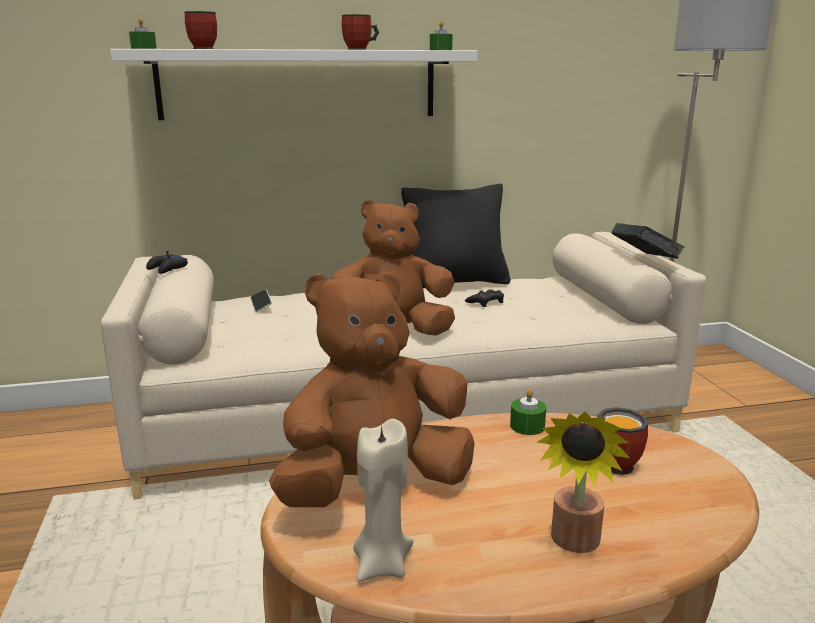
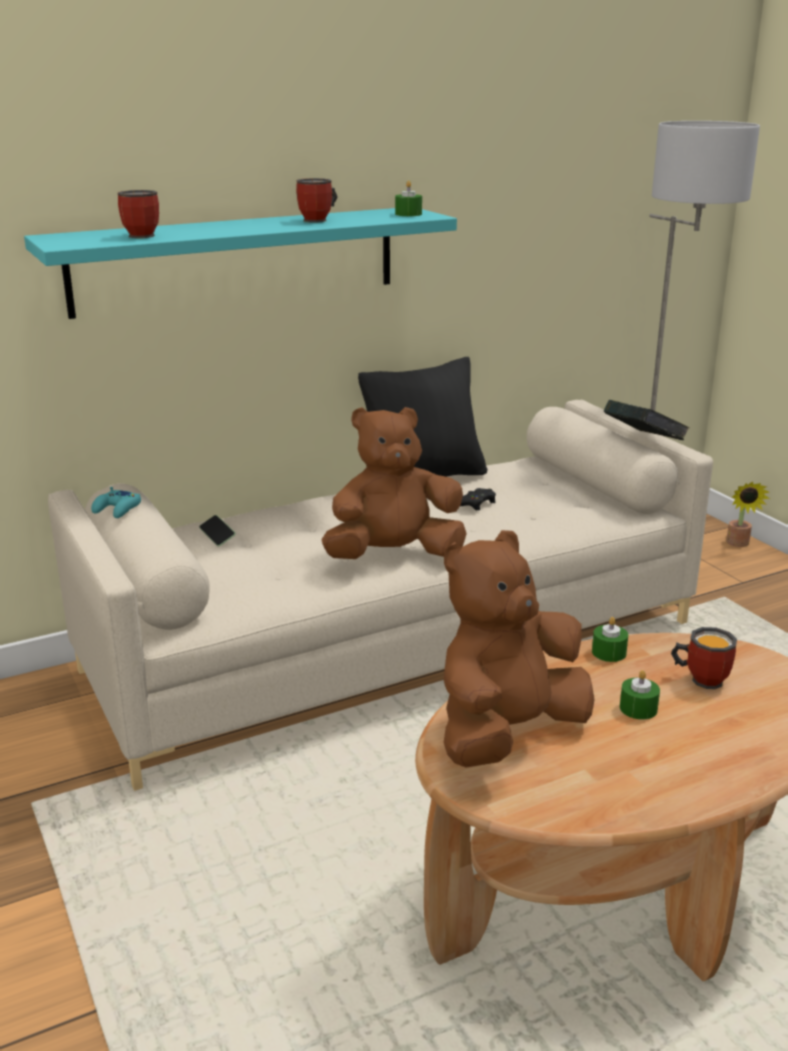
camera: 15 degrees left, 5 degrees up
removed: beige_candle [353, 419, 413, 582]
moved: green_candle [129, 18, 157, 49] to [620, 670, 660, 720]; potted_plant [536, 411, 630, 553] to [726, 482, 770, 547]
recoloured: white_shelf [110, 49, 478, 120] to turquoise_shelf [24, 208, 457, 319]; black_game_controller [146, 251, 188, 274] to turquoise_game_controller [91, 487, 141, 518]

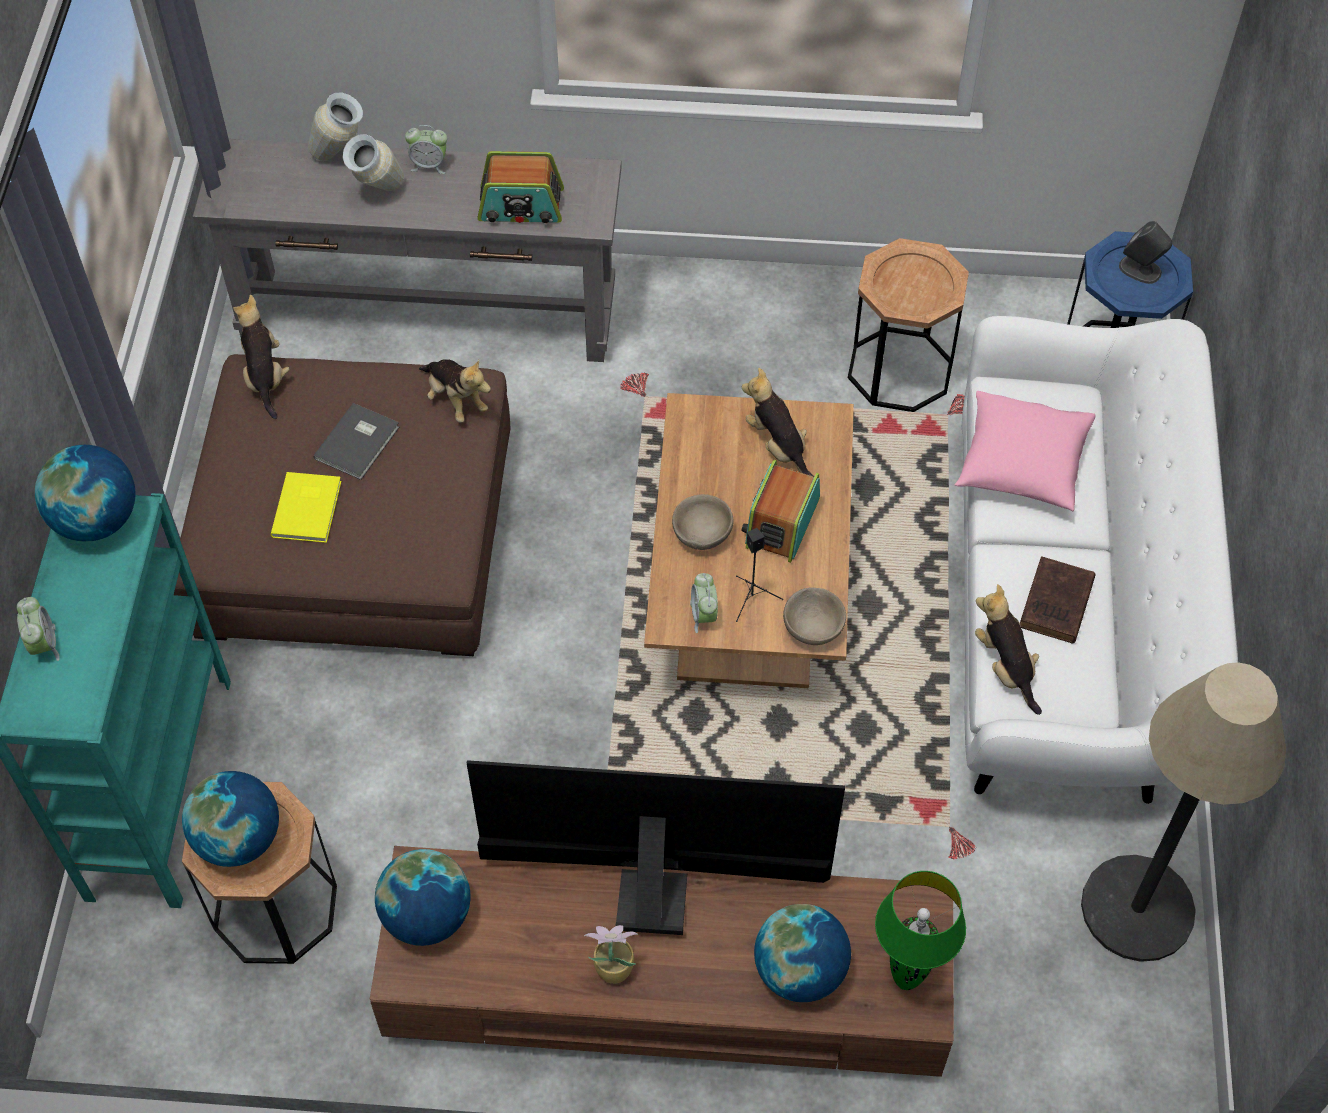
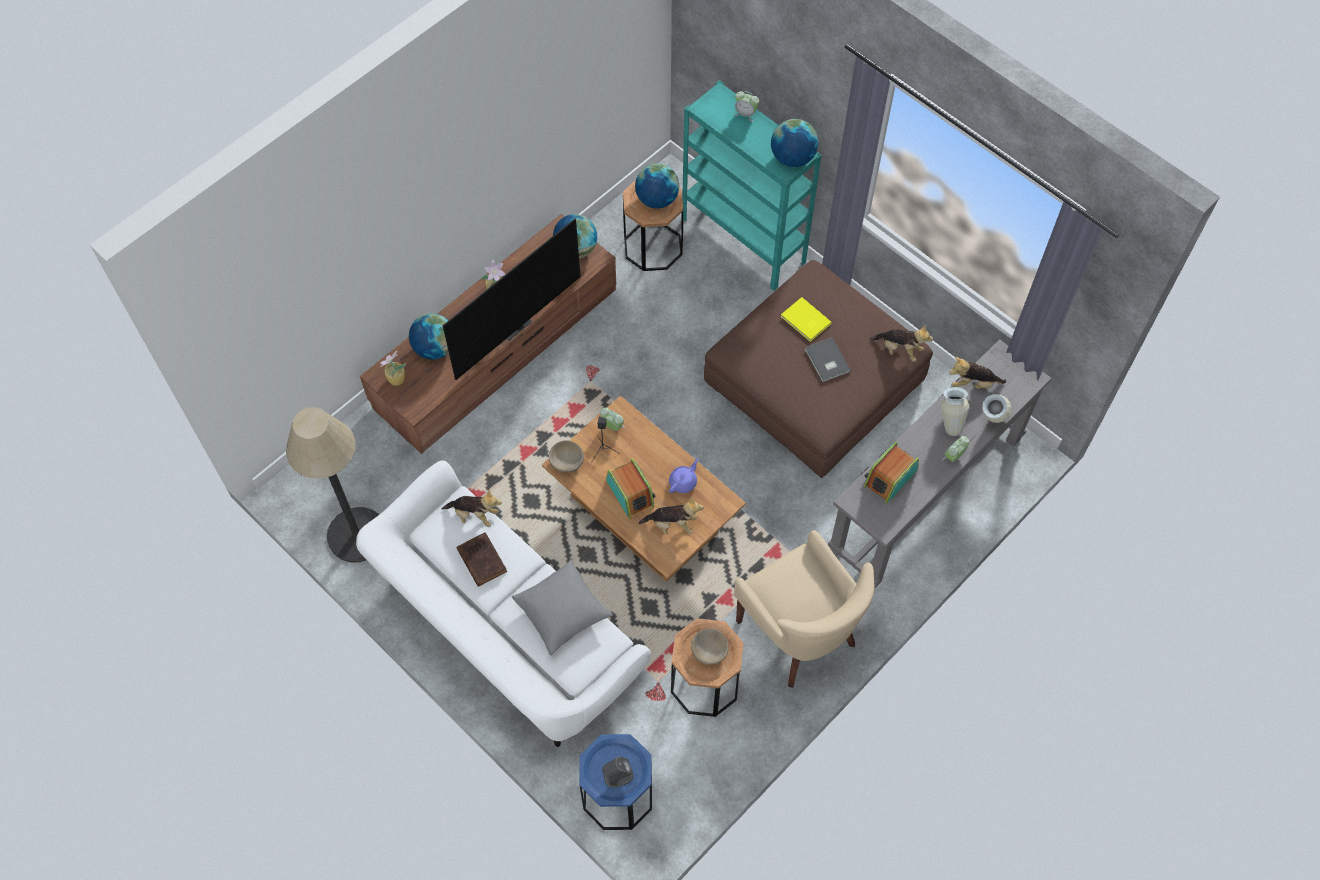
camera: 130 degrees right, 5 degrees up
added: purple_teapot [669, 459, 699, 493]; beige_armchair [734, 530, 874, 688]
moved: plush_toy [419, 359, 491, 422] to [949, 357, 1006, 389]; beige_bowl [672, 494, 734, 550] to [691, 628, 729, 665]
replaced: green_table_lamp [875, 871, 966, 990] to potted_plant [380, 351, 406, 386]
recoloured: pink_pillow [955, 391, 1096, 511] to grey_pillow [512, 559, 613, 656]

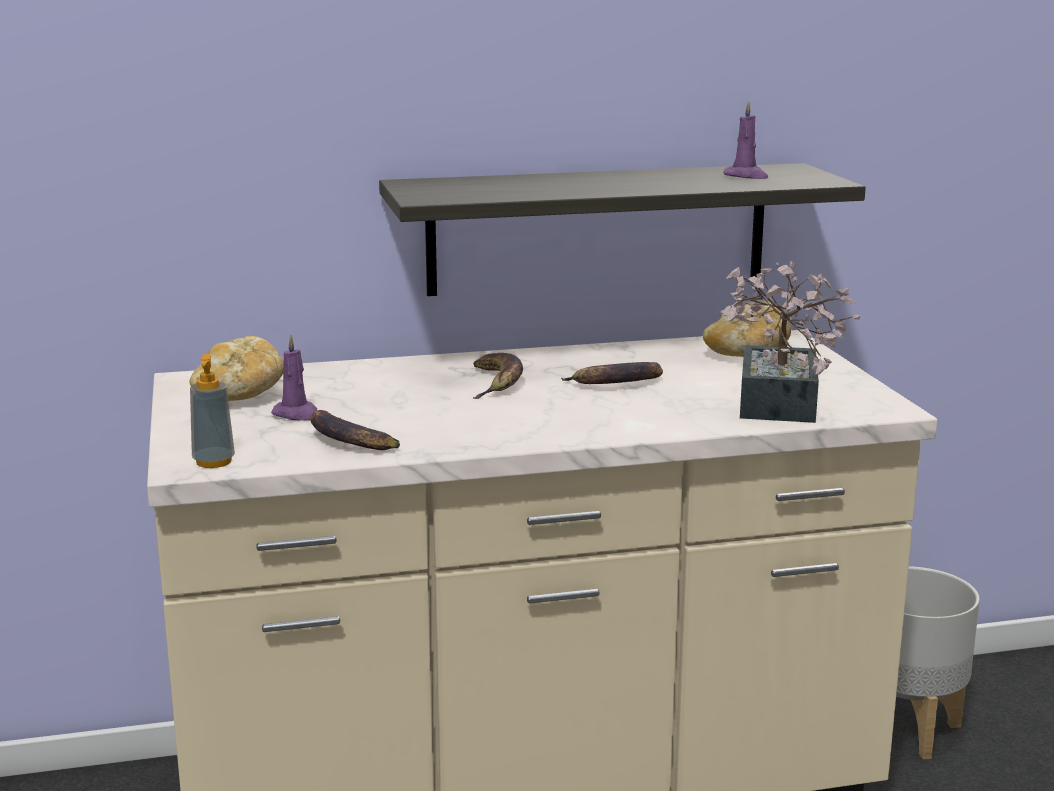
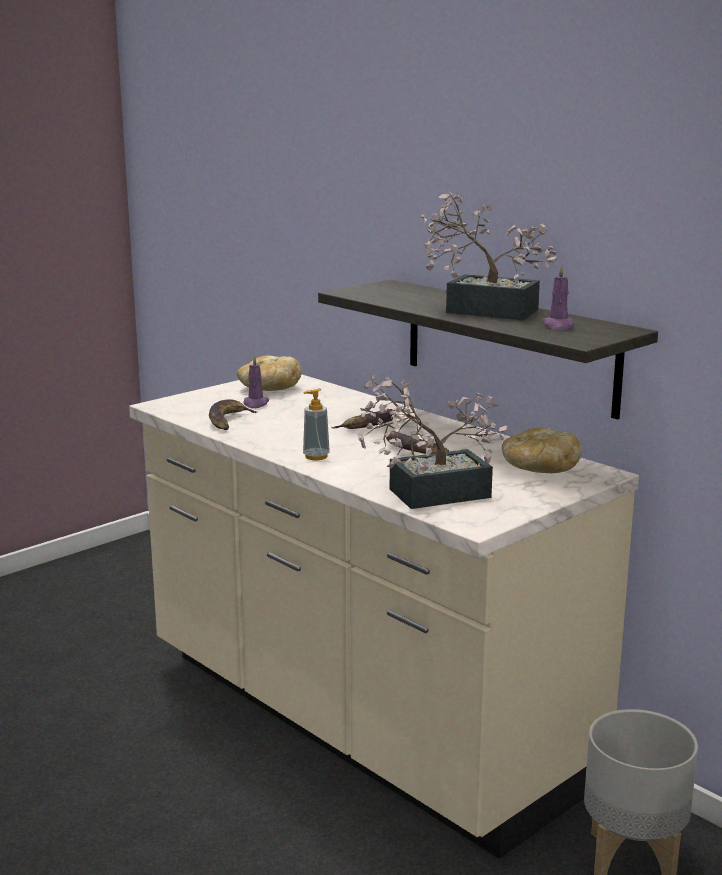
camera: 60 degrees right, 0 degrees up
added: potted_plant [421, 192, 558, 320]
moved: soap_dispenser [190, 354, 235, 468] to [303, 388, 330, 460]

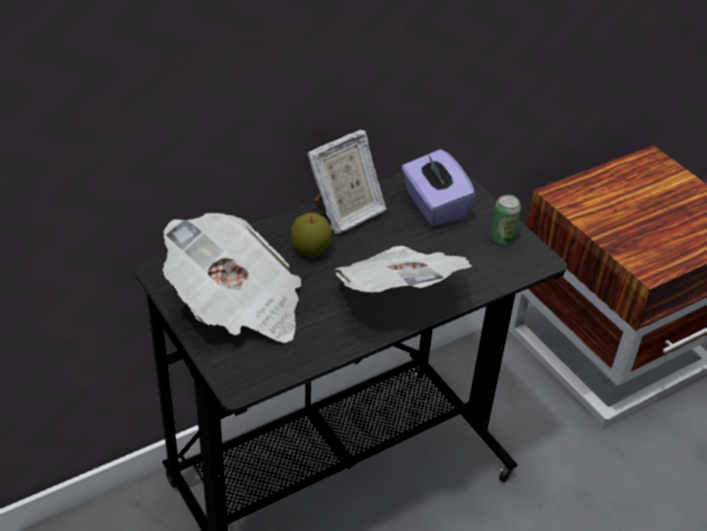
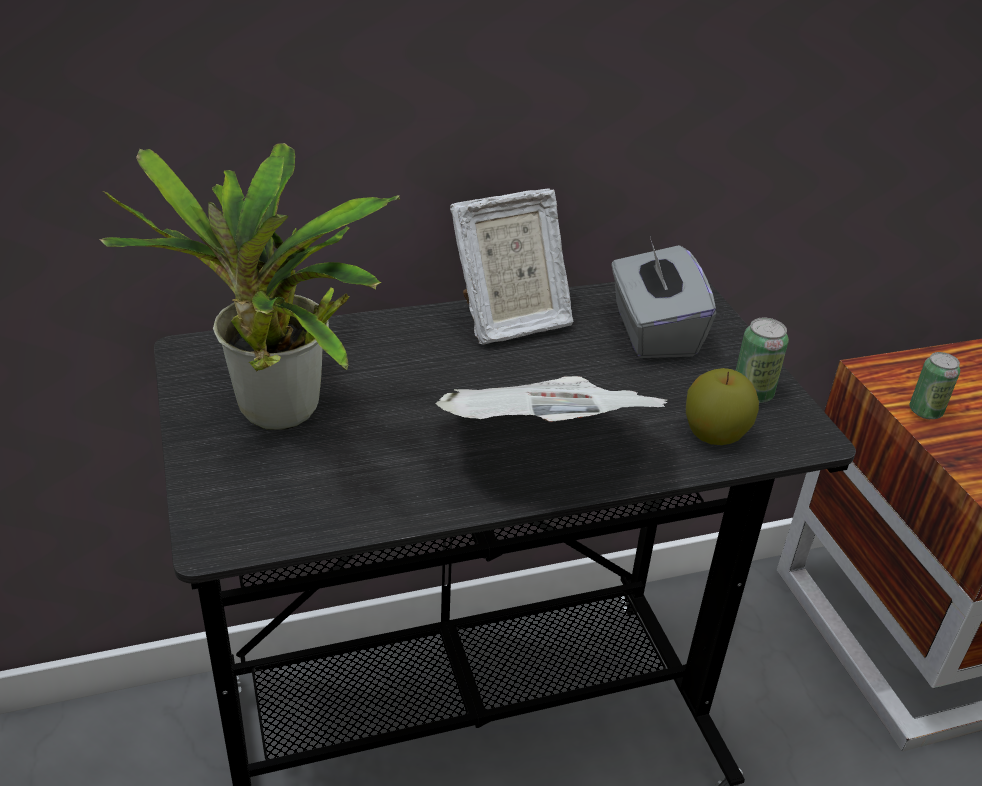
camera: 15 degrees right, 5 degrees down
added: can [909, 352, 960, 419]
moved: apple [291, 213, 332, 257] to [686, 368, 759, 445]
replaced: newspaper [163, 213, 301, 343] to potted_plant [99, 143, 400, 430]
recoloured: purple_tissue_box [402, 149, 475, 226] to grey_tissue_box [611, 237, 716, 358]

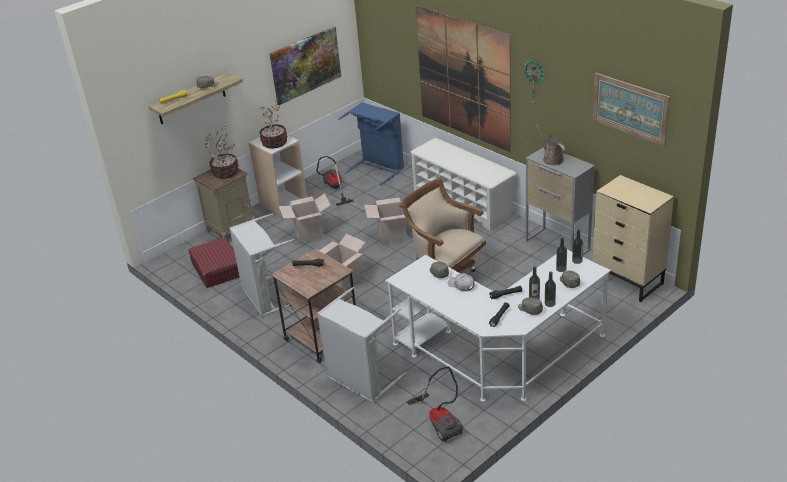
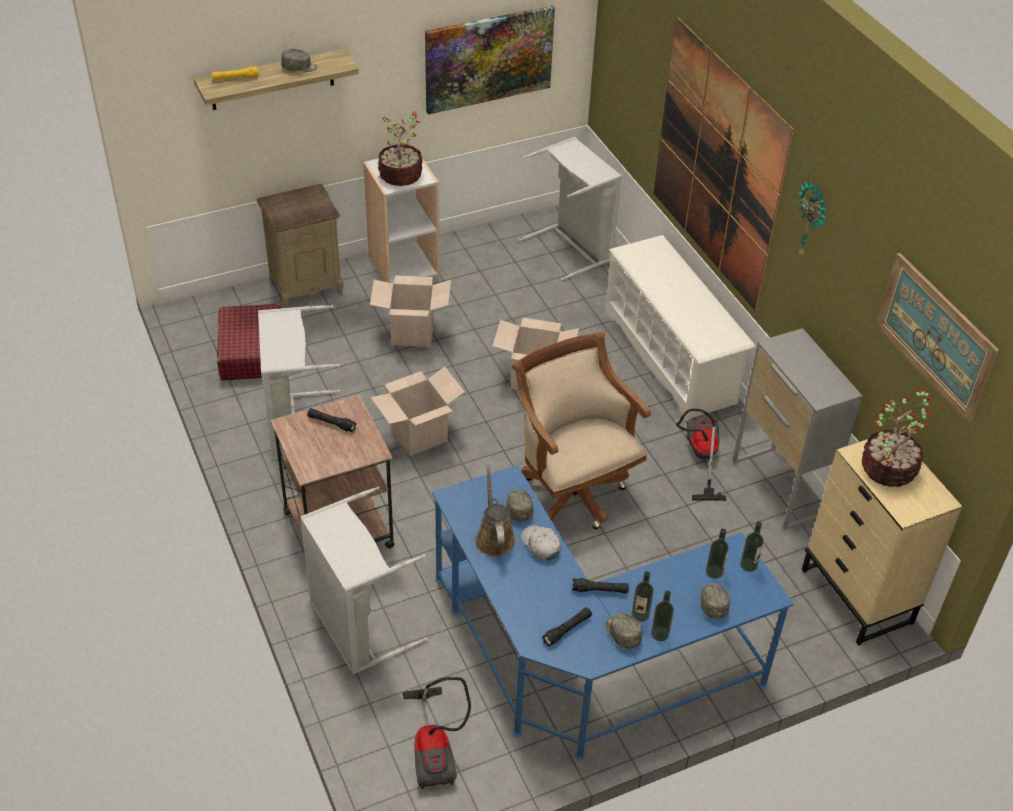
camera: 15 degrees right, 10 degrees up
moved: potted_plant [205, 126, 239, 179] to [861, 389, 931, 487]; vacuum_cleaner [316, 156, 354, 206] to [676, 408, 727, 501]; brown_watering_can [536, 124, 565, 165] to [475, 465, 515, 557]
recoloured: blue_laundry_basket [338, 102, 404, 185] to grey_laundry_basket [519, 137, 622, 281]; white_desk [385, 250, 611, 402] to blue_desk [432, 465, 794, 761]

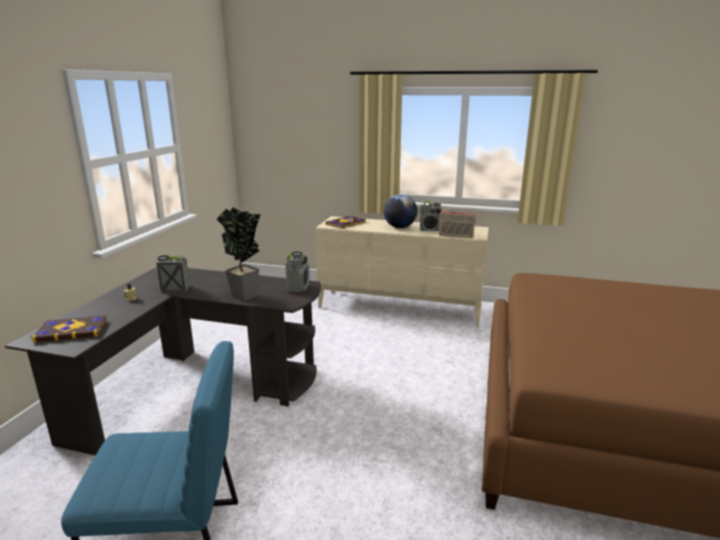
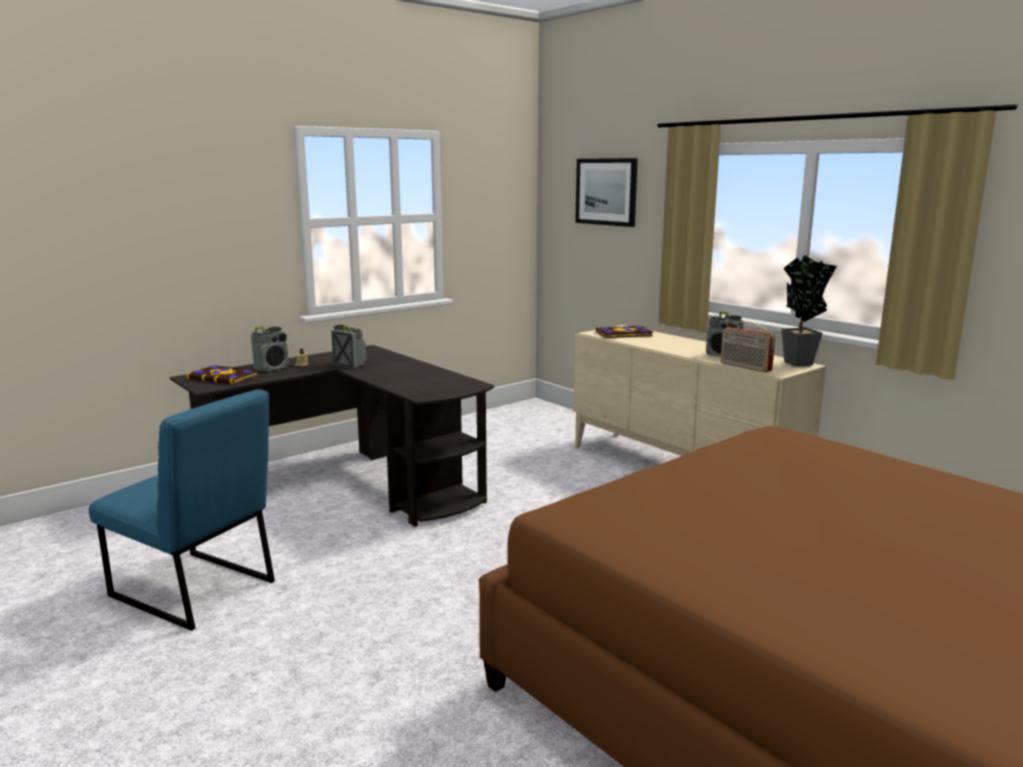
camera: 35 degrees right, 5 degrees down
removed: globe [384, 194, 417, 228]
added: picture [575, 158, 638, 227]
moved: potted_plant [217, 207, 261, 301] to [781, 255, 837, 367]; radio [285, 251, 310, 292] to [251, 326, 289, 372]

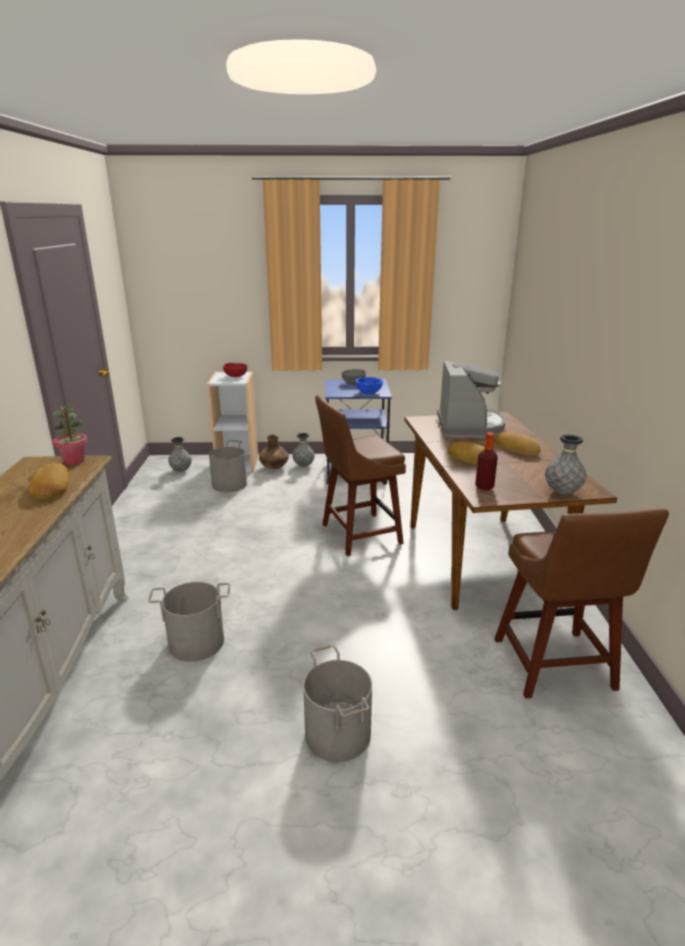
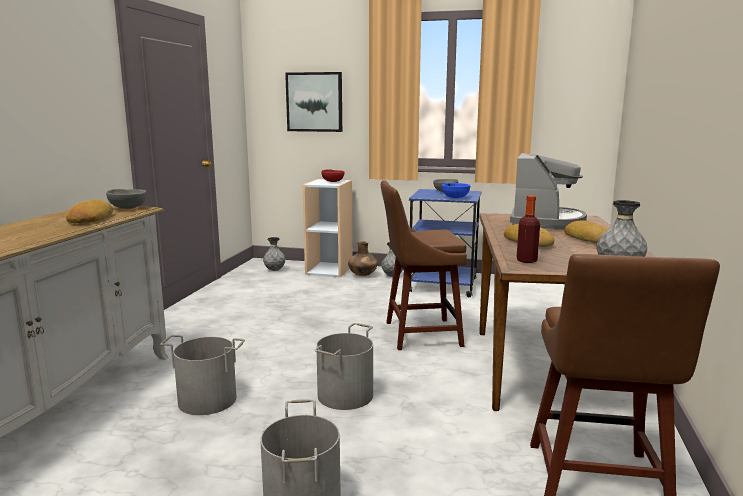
camera: 15 degrees right, 10 degrees down
added: picture [285, 72, 342, 132]
moved: grey_bucket [209, 440, 247, 492] to [314, 323, 373, 410]
replaced: potted_plant [53, 406, 87, 465] to grey_bowl [106, 189, 147, 209]

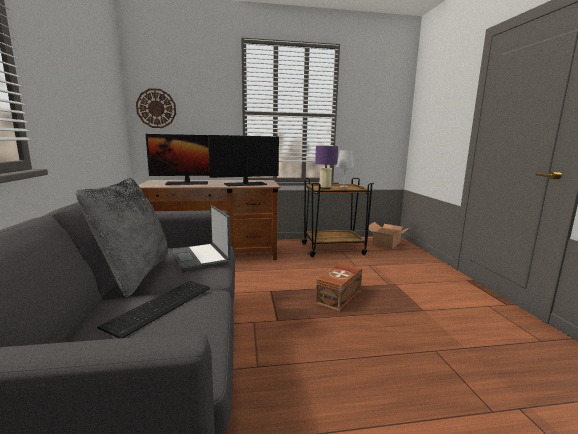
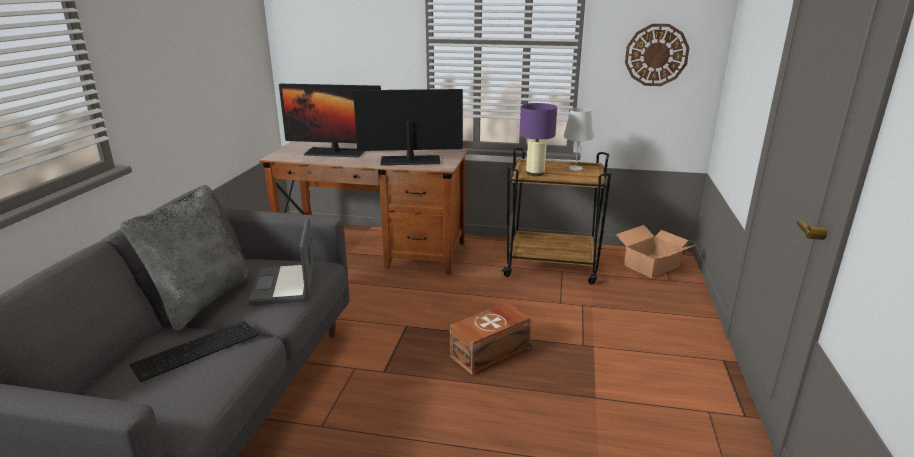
camera: 20 degrees right, 10 degrees up
moved: wall_clock [136, 88, 176, 128] to [625, 24, 690, 86]

